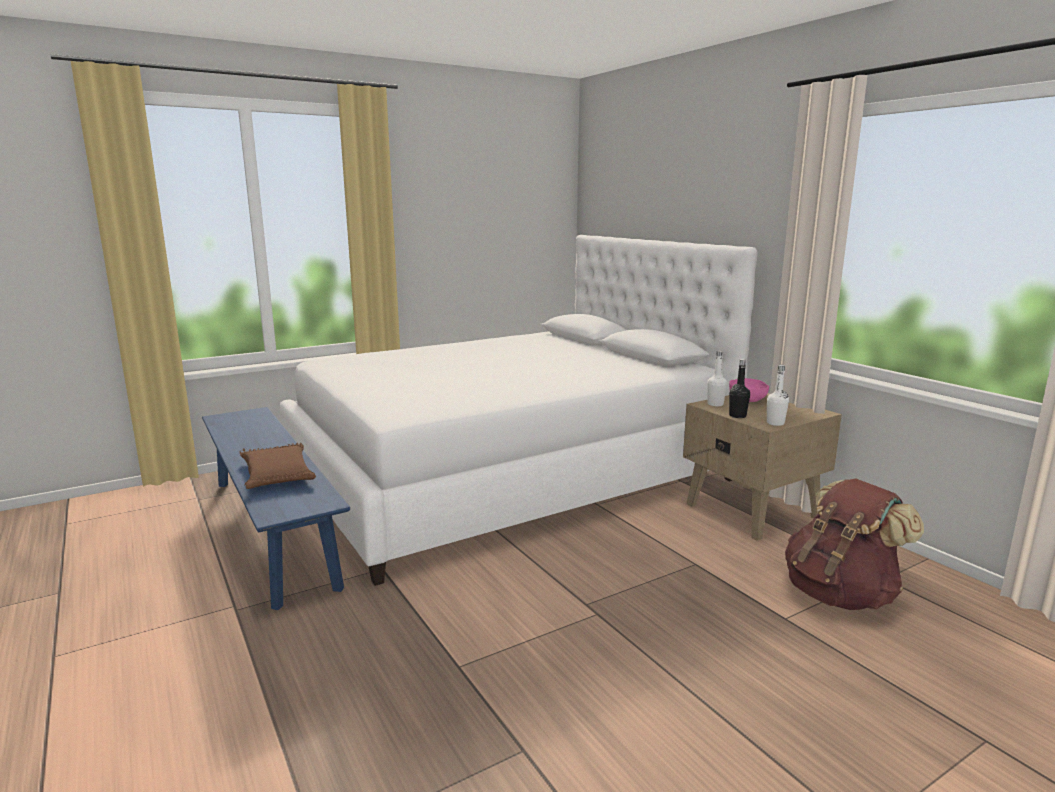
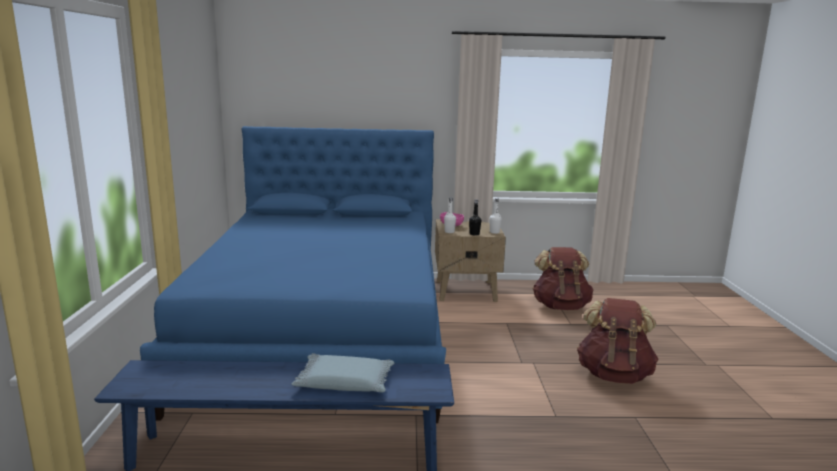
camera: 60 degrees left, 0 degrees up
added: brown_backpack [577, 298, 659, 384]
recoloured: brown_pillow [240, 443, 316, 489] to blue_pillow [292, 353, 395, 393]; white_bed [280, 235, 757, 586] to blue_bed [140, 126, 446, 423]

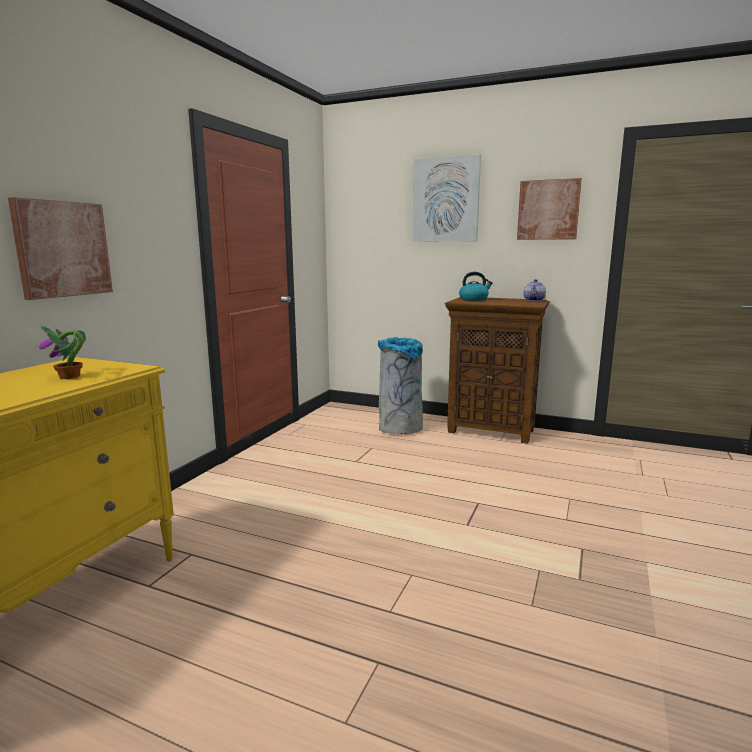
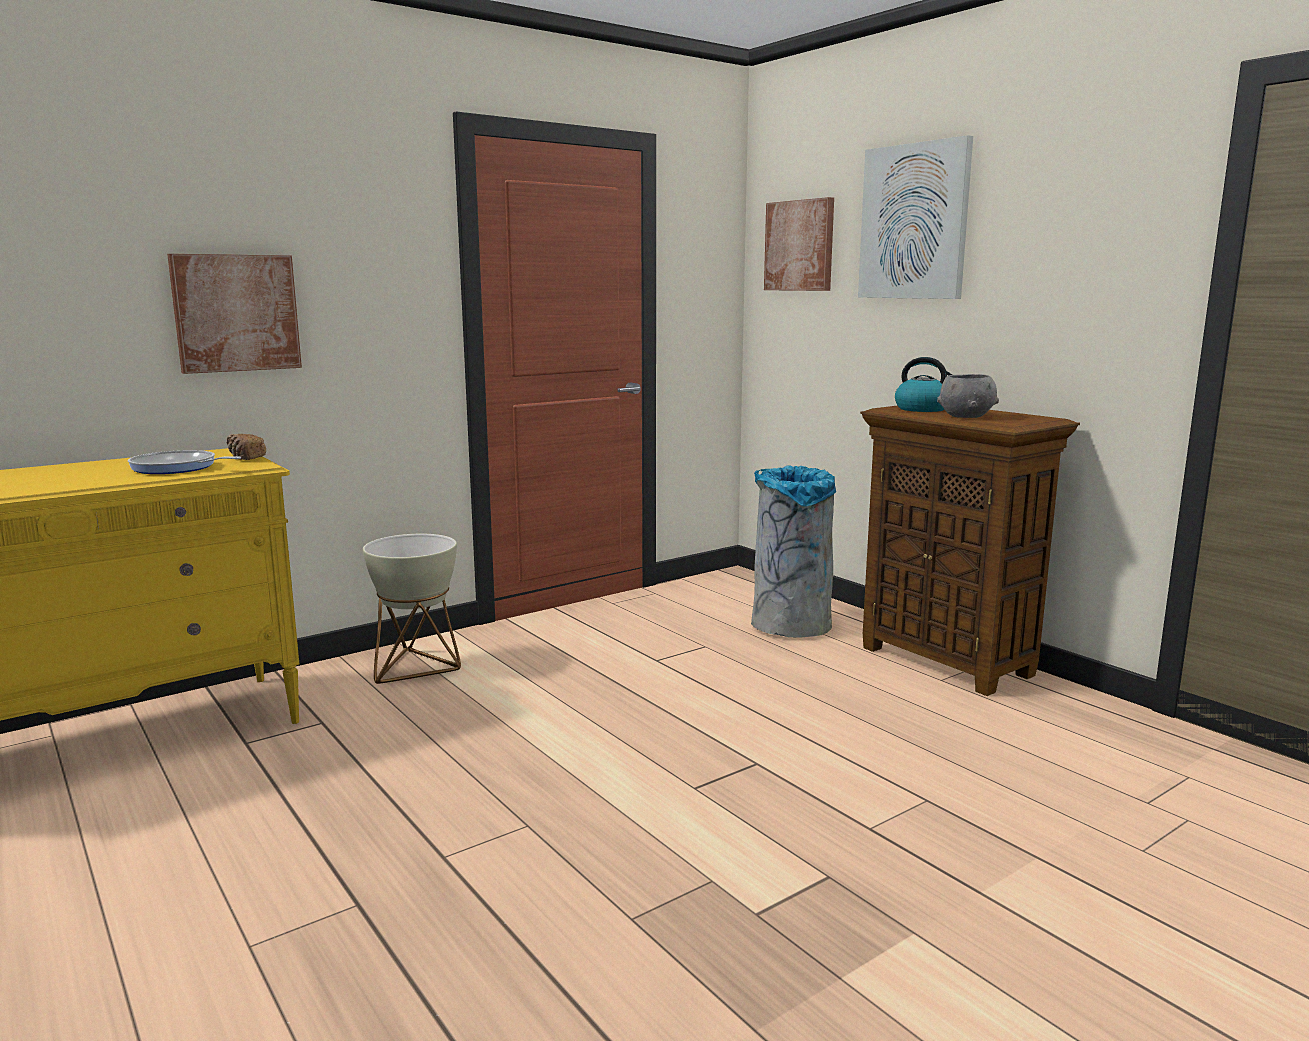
camera: 30 degrees right, 0 degrees up
removed: teapot [523, 279, 546, 301]
added: bread [226, 434, 266, 460]; planter [363, 534, 461, 684]; grey_bowl [937, 374, 999, 418]
moved: picture [517, 178, 582, 240] to [764, 197, 834, 291]
replaced: potted_plant [39, 326, 86, 379] to frying_pan [128, 450, 241, 474]

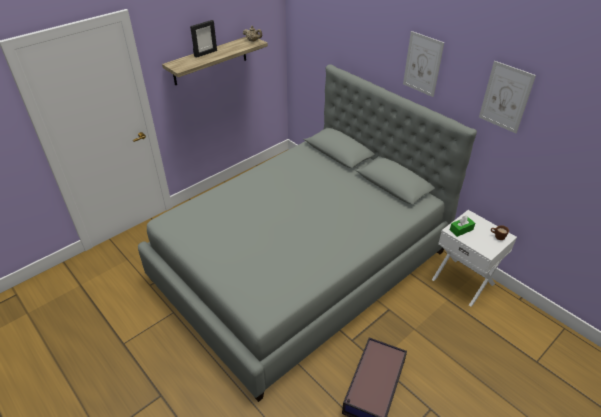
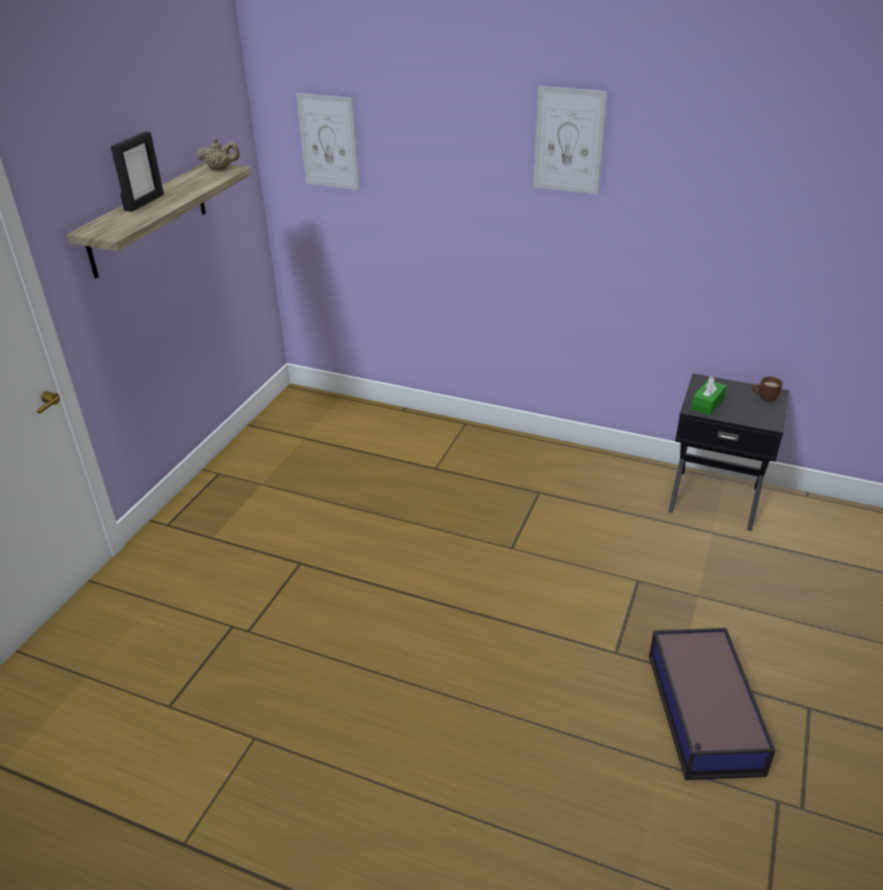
camera: 25 degrees left, 5 degrees down
removed: grey_bed [138, 64, 477, 402]
moved: picture [479, 61, 536, 133] to [296, 93, 359, 190]
recoloured: white_nightstand [432, 210, 517, 307] to black_nightstand [668, 374, 789, 531]

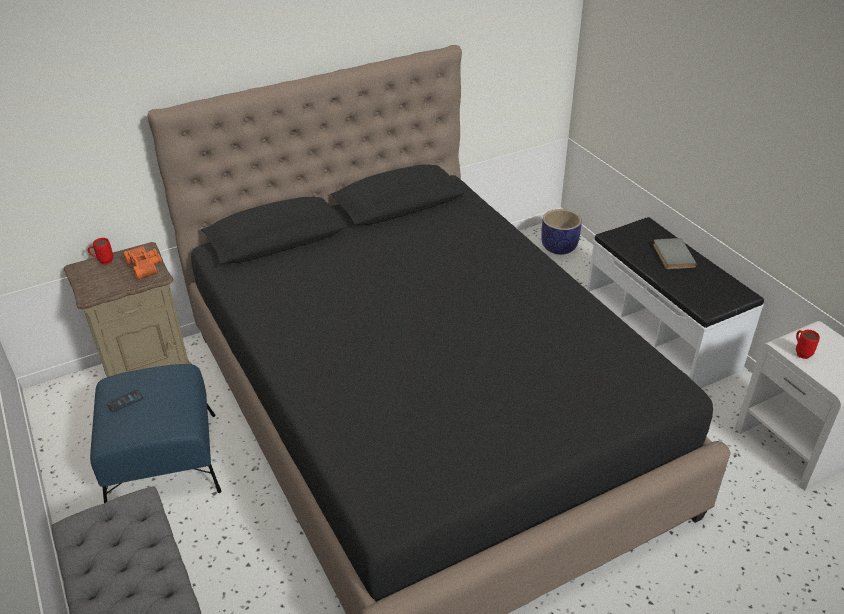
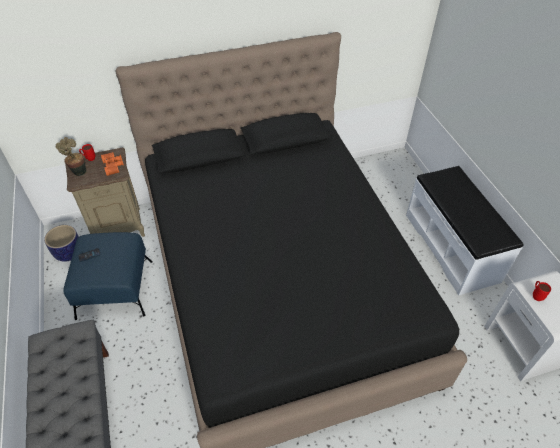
camera: 10 degrees right, 10 degrees up
removed: grey_book [653, 238, 697, 269]
added: potted_plant [56, 137, 87, 176]
moved: planter [541, 209, 582, 255] to [44, 225, 79, 262]

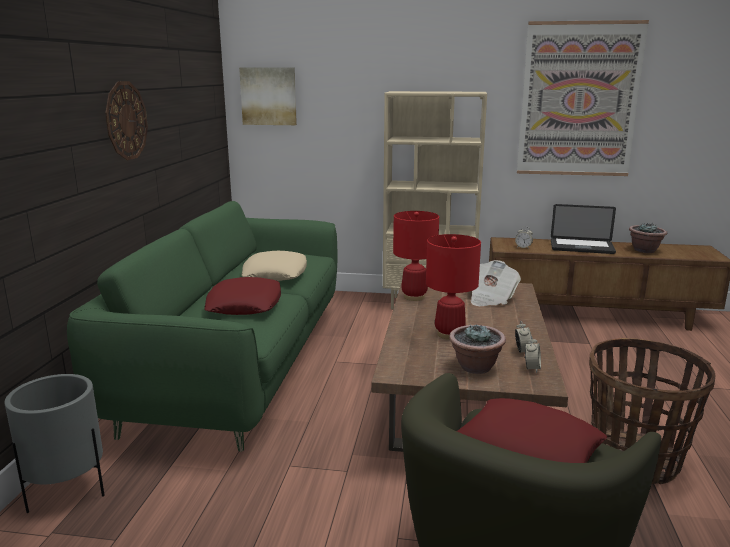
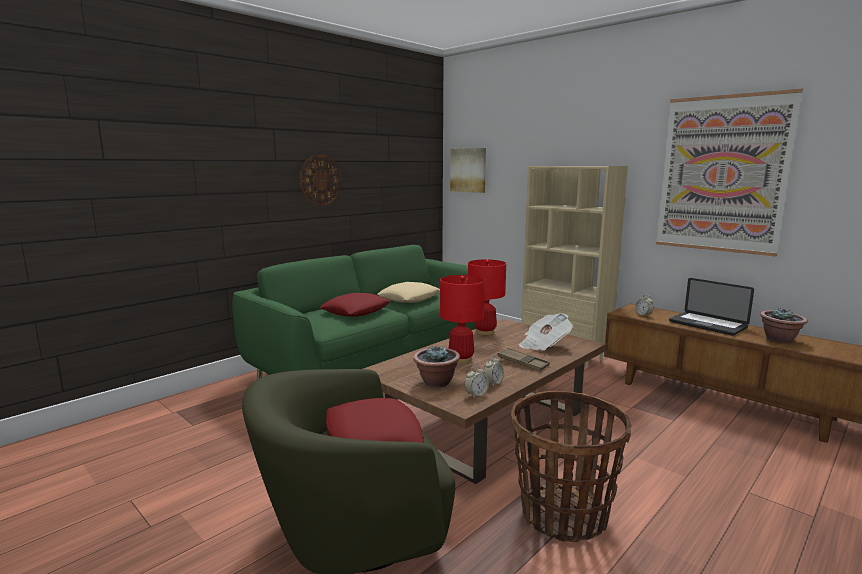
camera: 35 degrees right, 5 degrees down
removed: grey_planter [5, 374, 105, 513]
added: brown_tray [497, 348, 550, 371]

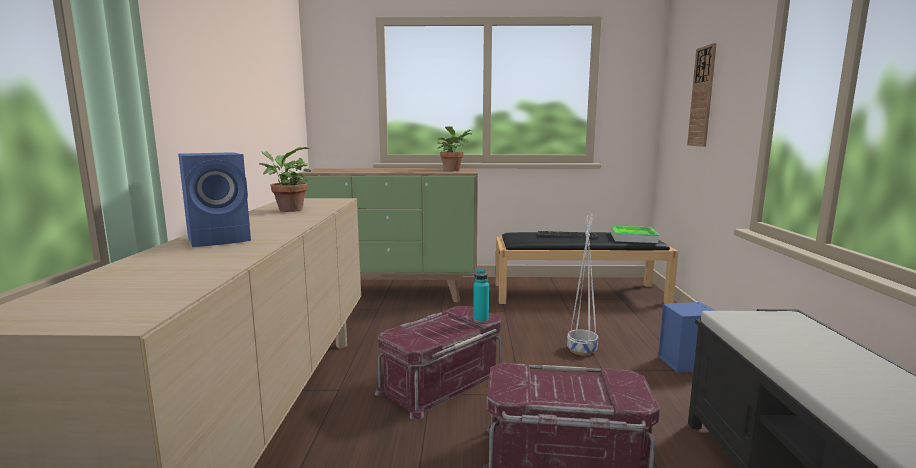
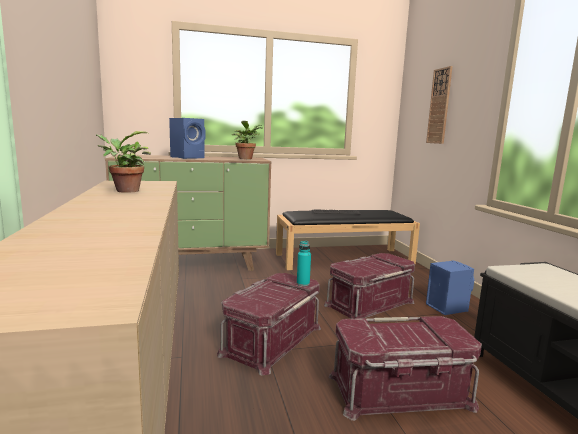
camera: 15 degrees left, 0 degrees up
removed: tray [611, 226, 659, 243]
moved: blue_speaker [178, 152, 251, 247] to [169, 118, 206, 159]
replaced: white_planter [567, 213, 598, 355] to red_storage_box [324, 253, 415, 319]

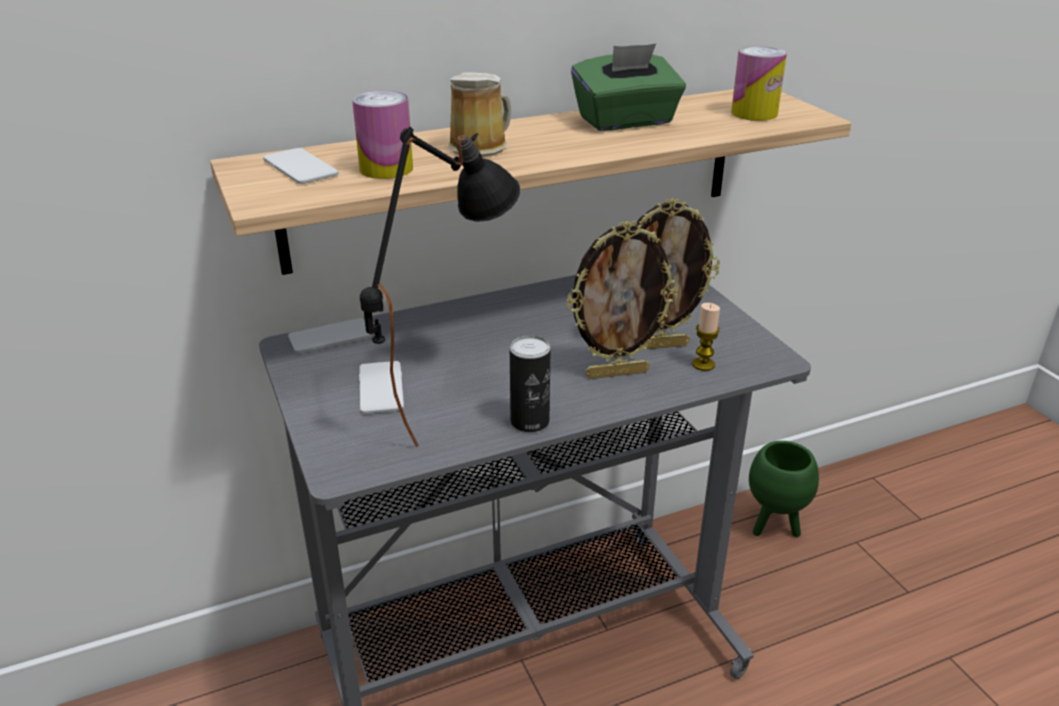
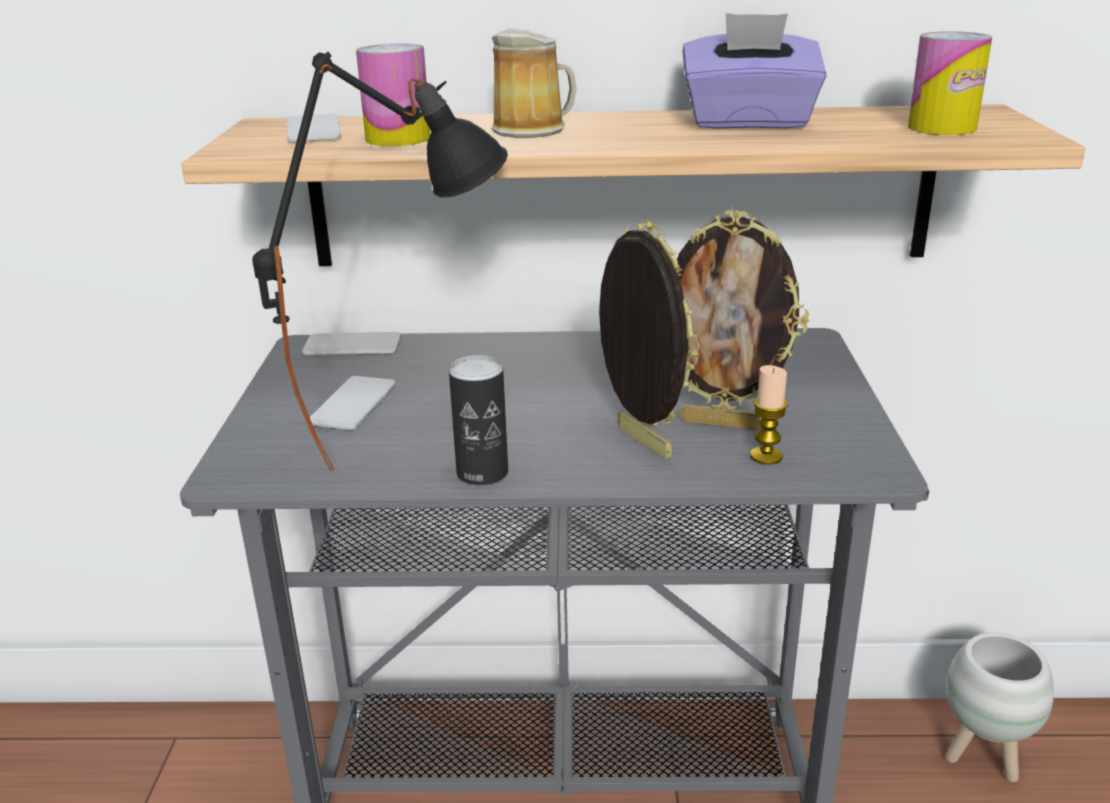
camera: 25 degrees right, 5 degrees down
recoloured: green_tissue_box [571, 44, 686, 131] to purple_tissue_box [682, 13, 826, 129]; green_planter [749, 441, 819, 537] to white_planter [945, 633, 1054, 782]
turned: picture_frame [566, 221, 679, 379] = [599, 220, 699, 460] 135 degrees counterclockwise

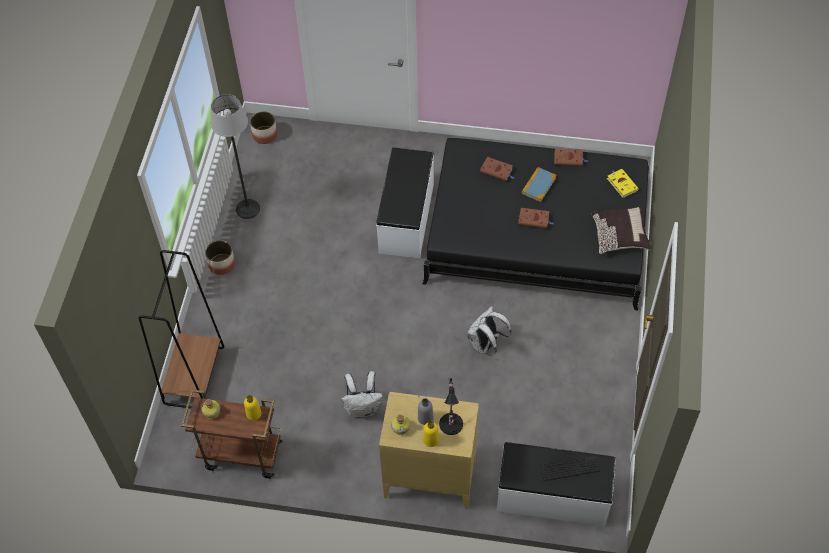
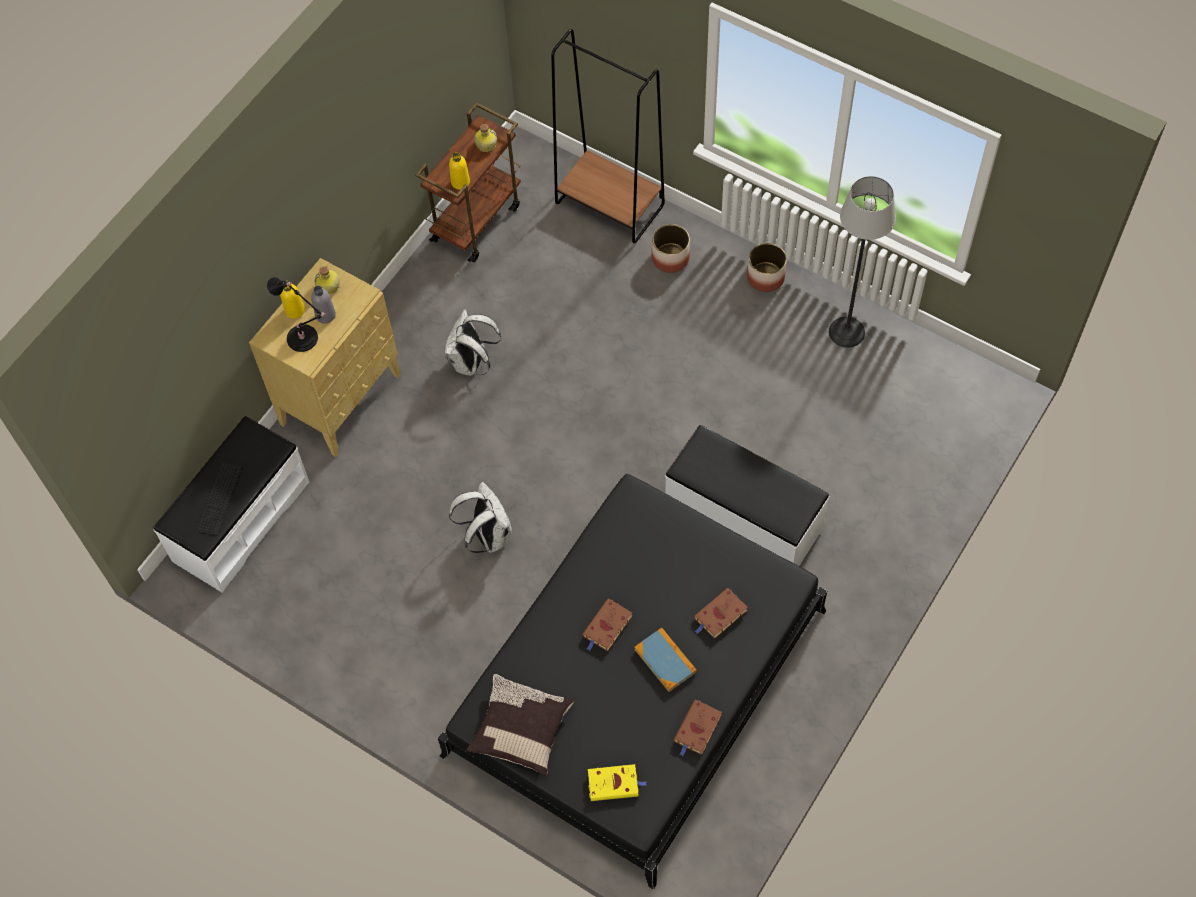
camera: 115 degrees right, 5 degrees up
moved: planter [250, 111, 277, 144] to [652, 224, 690, 273]

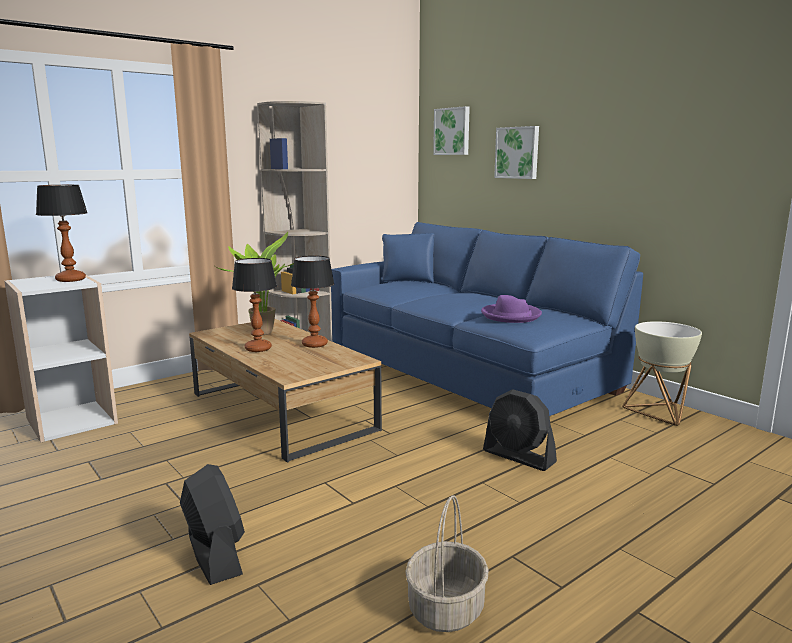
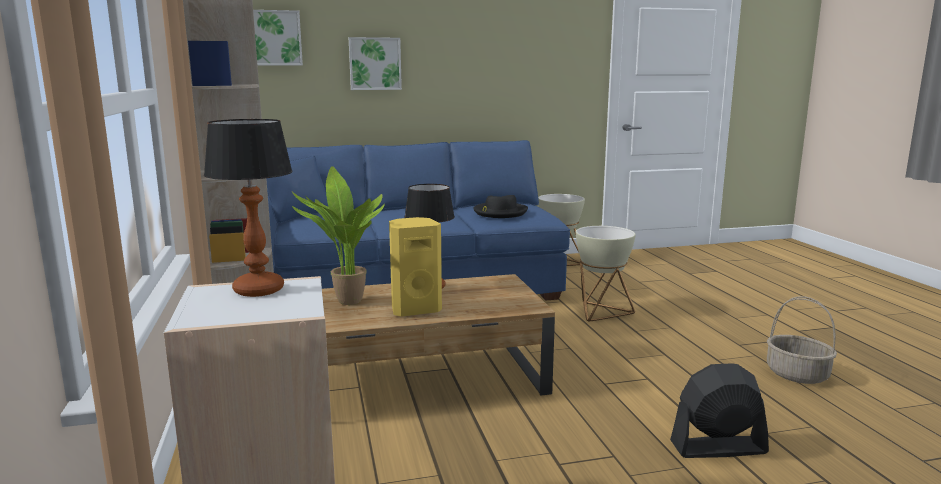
camera: 65 degrees left, 0 degrees up
replaced: table_lamp [232, 258, 277, 352] to yellow_speaker [389, 217, 442, 317]; black_fan [483, 389, 557, 471] to planter [576, 226, 636, 322]
recoloured: purple_hat [481, 295, 542, 323] to black_hat [473, 195, 528, 218]

